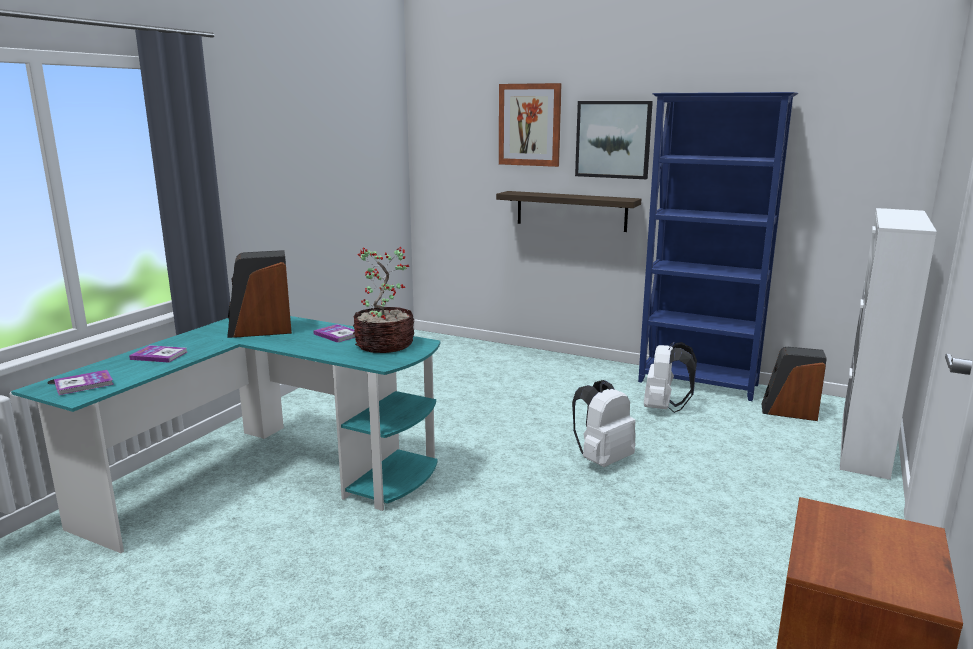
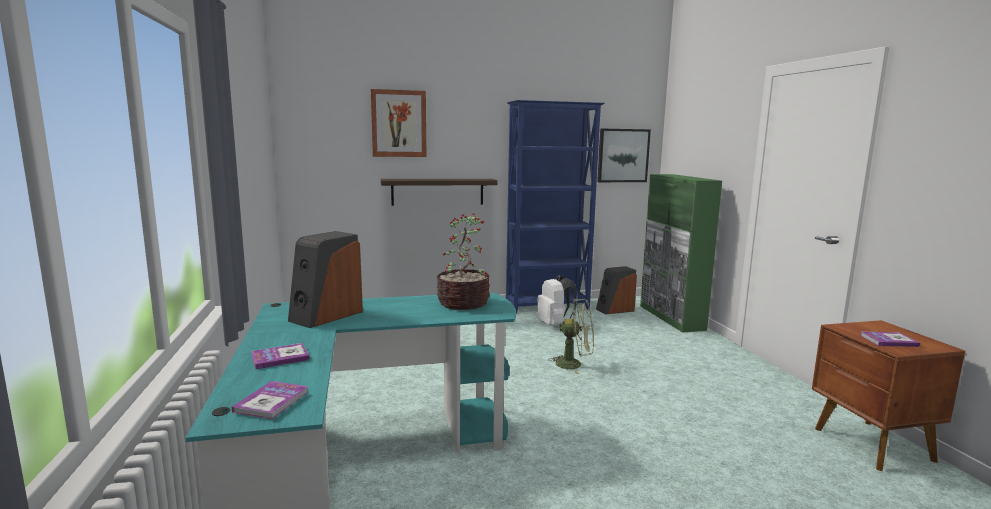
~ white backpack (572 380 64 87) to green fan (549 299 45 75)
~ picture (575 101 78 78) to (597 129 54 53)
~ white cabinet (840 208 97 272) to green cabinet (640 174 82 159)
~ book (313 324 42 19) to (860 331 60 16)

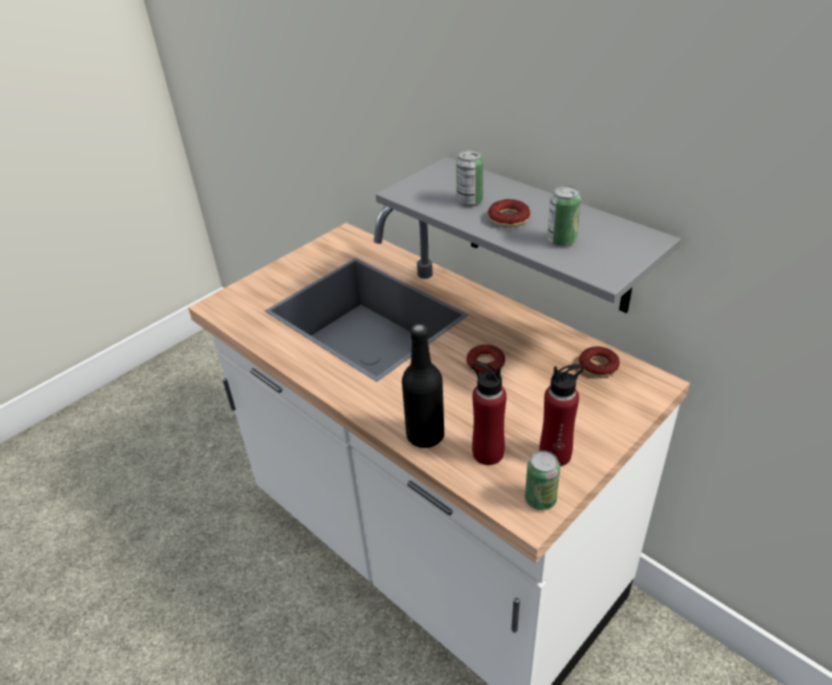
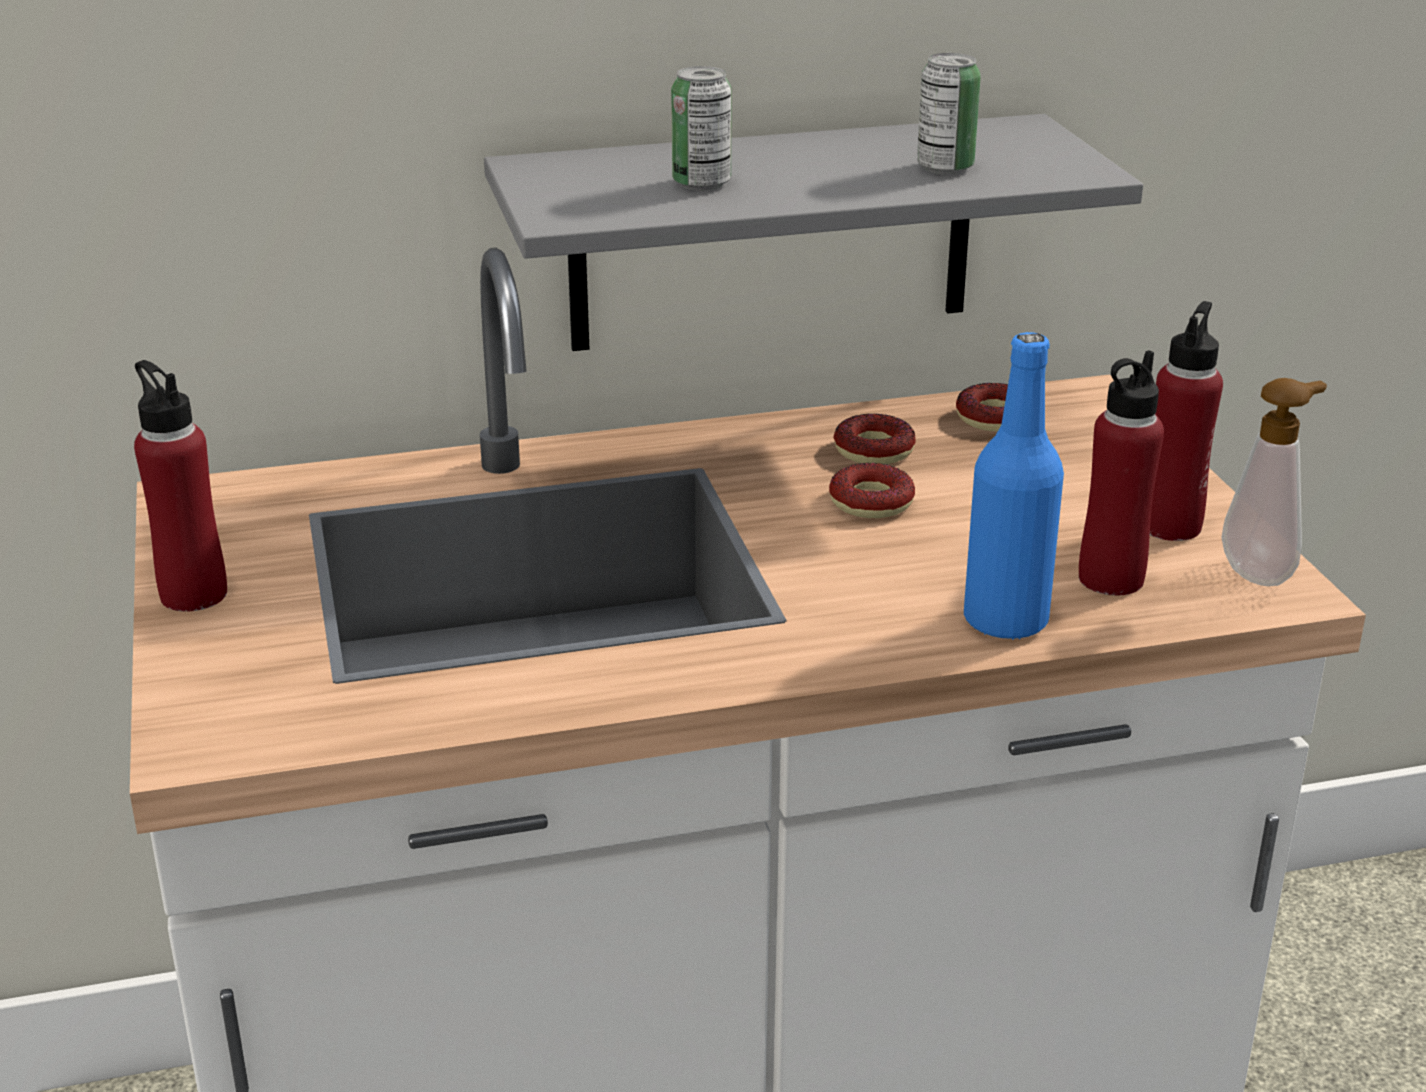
+ red bottle (134 360 93 252)
~ donut (488 199 42 29) to (833 414 83 51)
~ black bottle (402 324 42 124) to blue bottle (964 332 100 308)
~ can (525 451 35 59) to soap dispenser (1221 378 106 208)

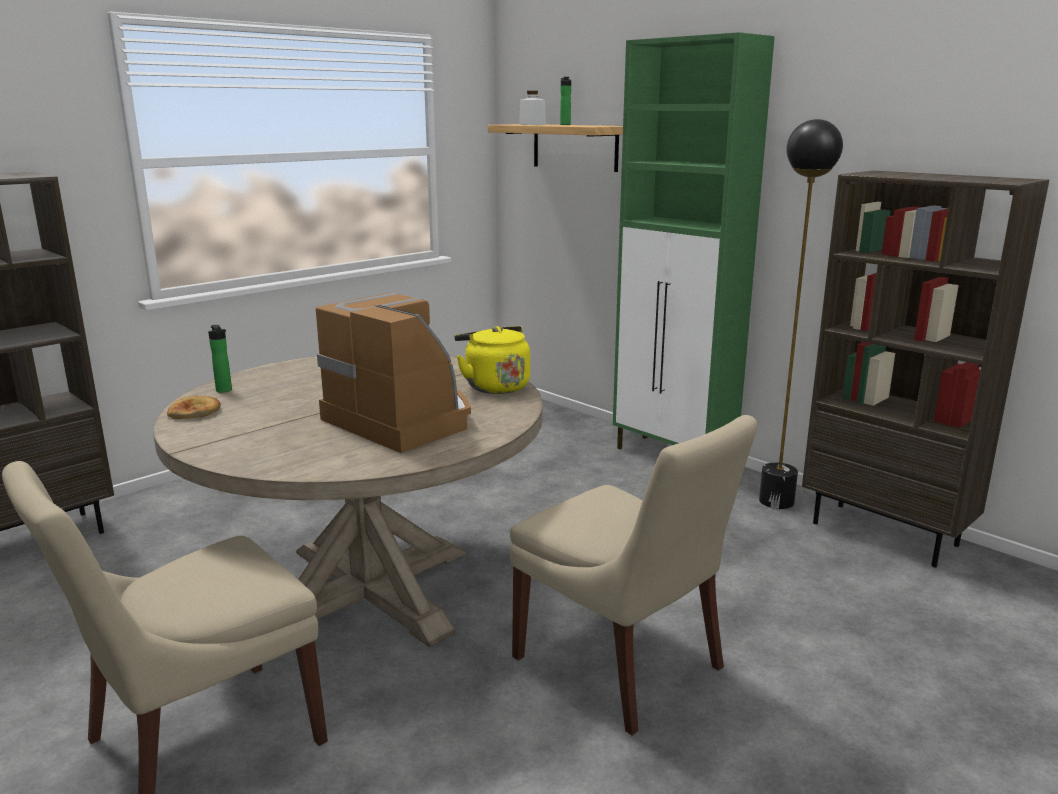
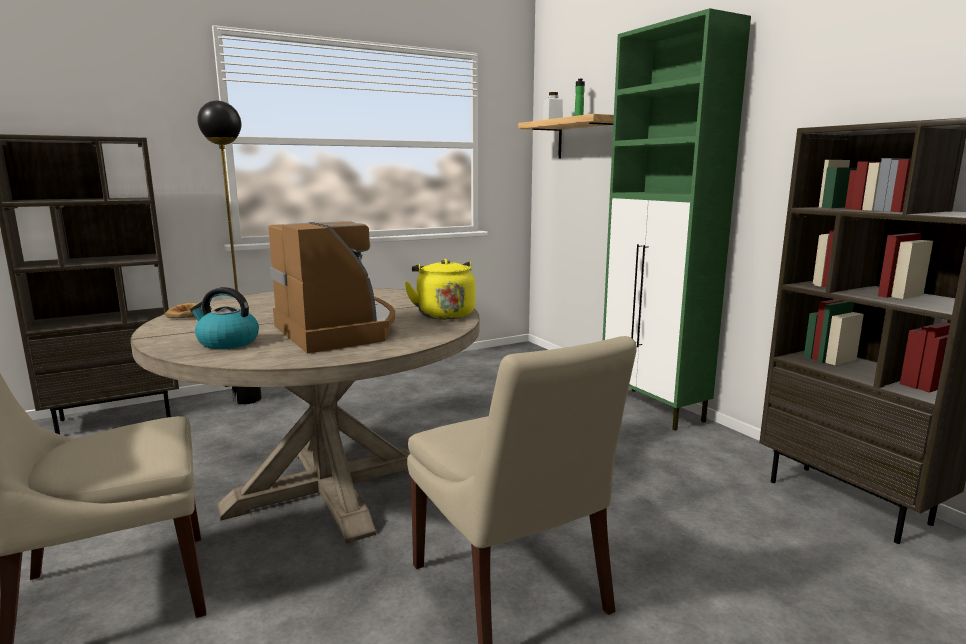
+ kettle (190 287 69 62)
~ black floor lamp (759 119 84 390) to (197 101 65 304)
- bottle (208 325 24 68)

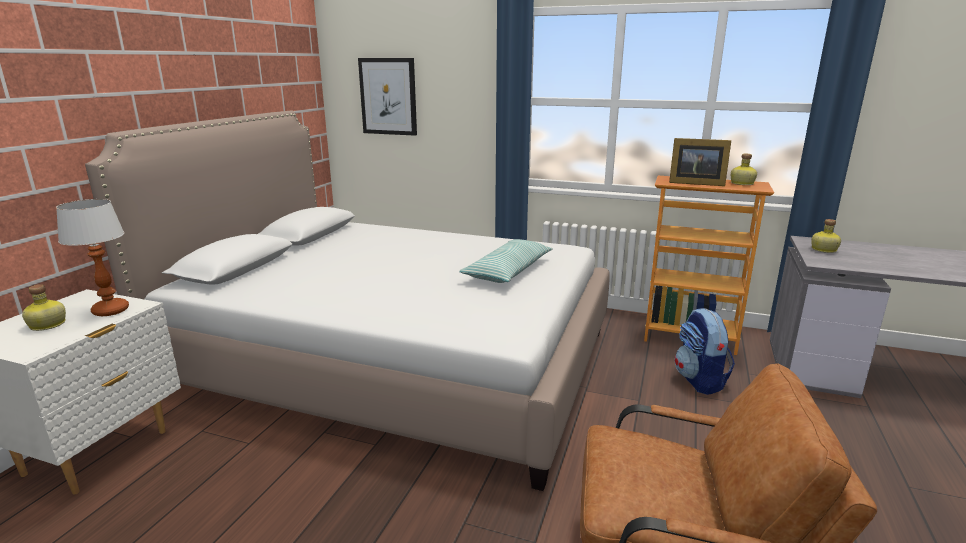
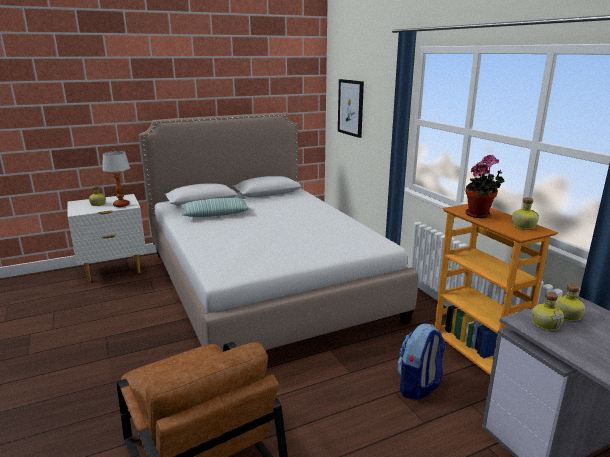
~ pillow (459 239 94 44) to (181 198 69 19)
~ picture frame (669 138 62 48) to potted plant (465 155 40 63)
+ bottle (532 292 32 39)

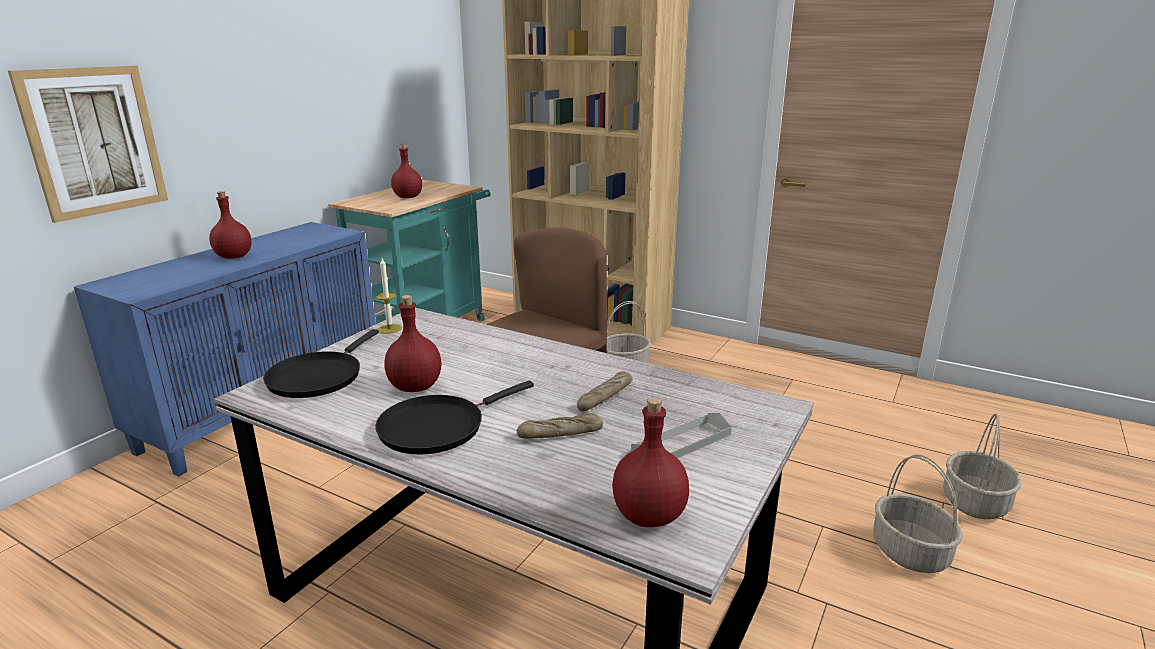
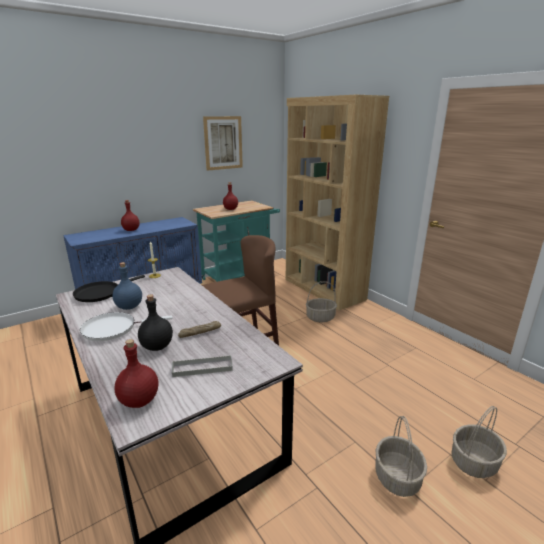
~ black frying pan (375 381 159 74) to white frying pan (80 312 93 29)
~ red bottle (384 295 58 97) to blue bottle (112 262 30 48)
~ bread (517 413 86 26) to black bottle (138 295 35 56)
~ picture (8 66 160 157) to (203 116 40 55)

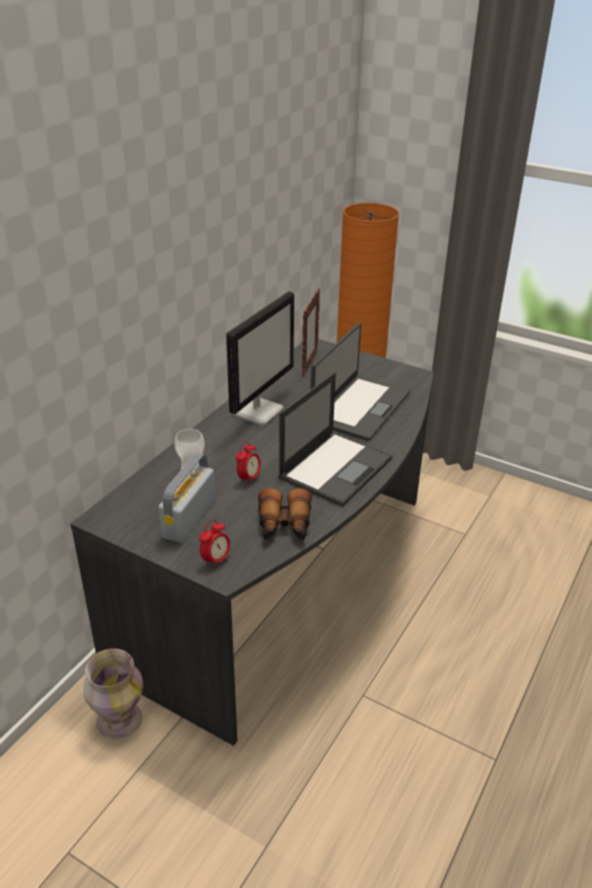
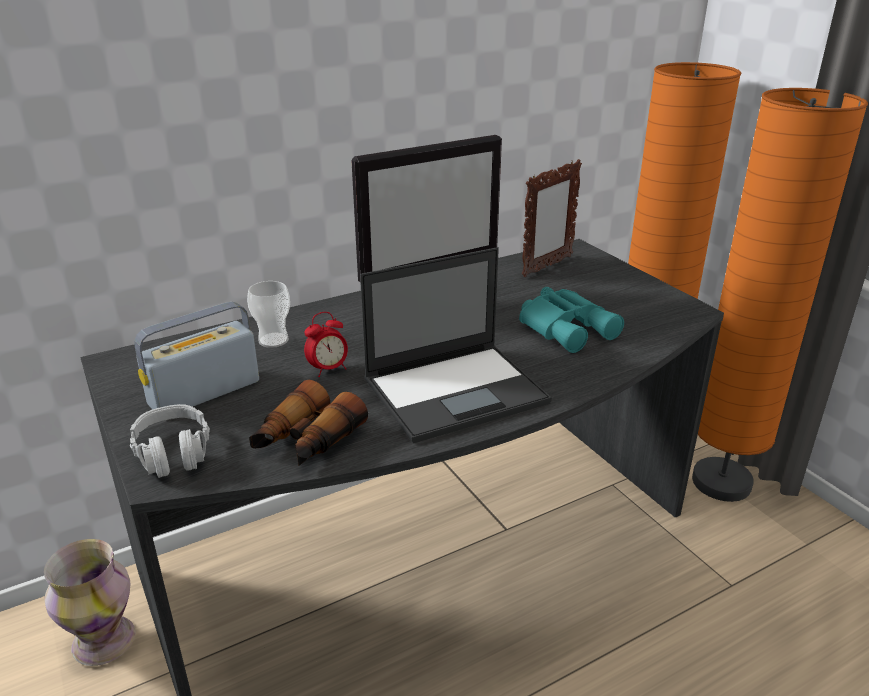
~ alarm clock (199 520 31 49) to grey headphones (130 404 80 74)
~ laptop (311 323 99 118) to turquoise binoculars (519 287 105 66)
+ orange floor lamp (692 88 176 414)

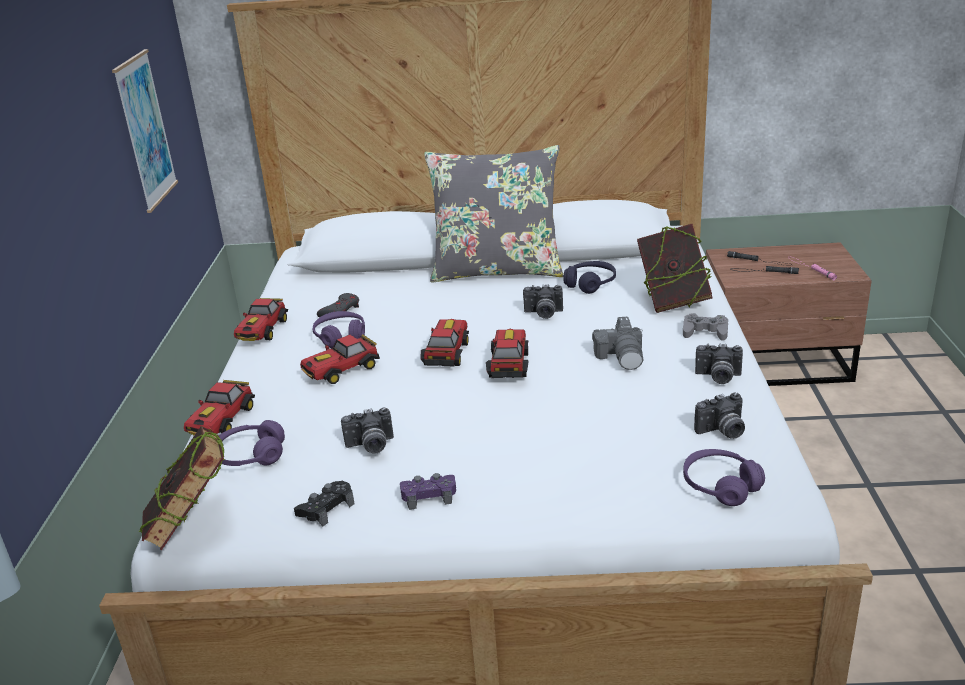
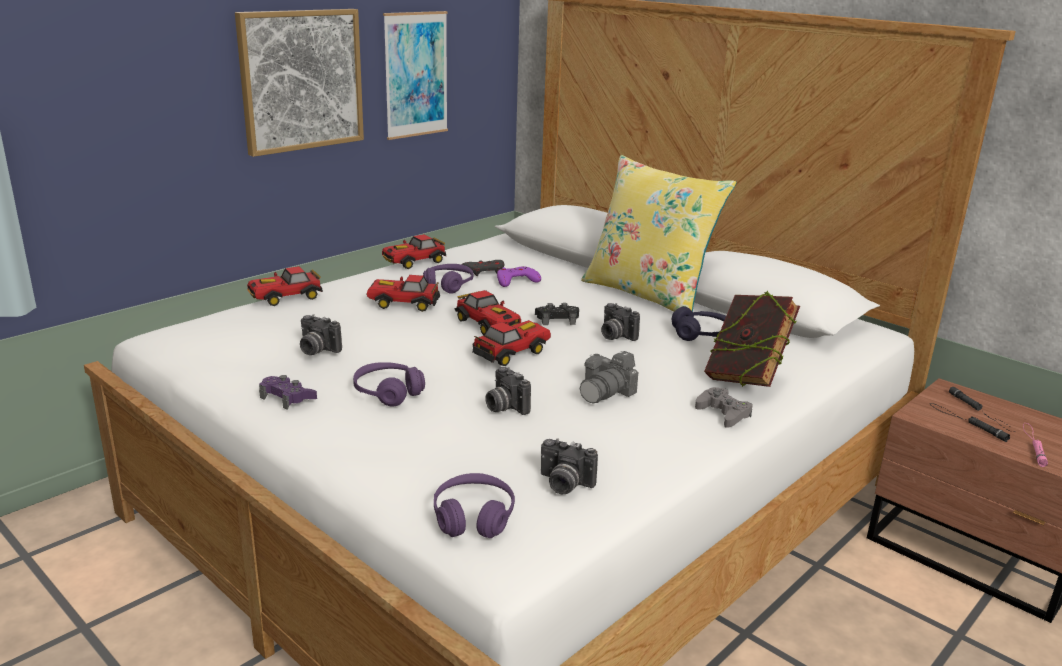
+ picture (235 9 129 148)
~ purple headphones (219 420 66 46) to (353 362 72 45)
~ toy car (420 319 49 47) = (454 290 67 45) 90 degrees clockwise
~ photo camera (695 344 48 40) to (485 367 46 48)
+ purple game controller (497 266 44 21)
~ black game controller (294 481 60 45) to (535 303 44 22)
~ grey pillow (424 145 140 137) to yellow pillow (581 155 156 157)
- book (139 426 86 124)

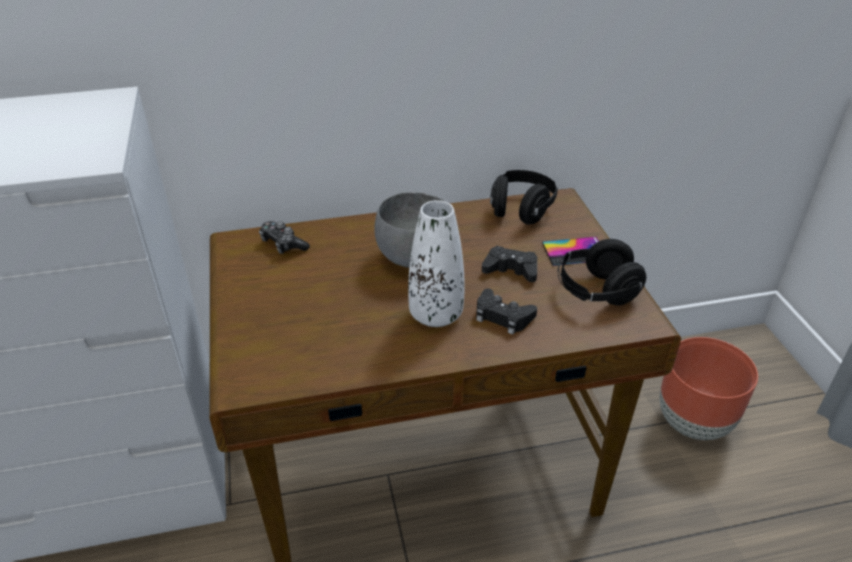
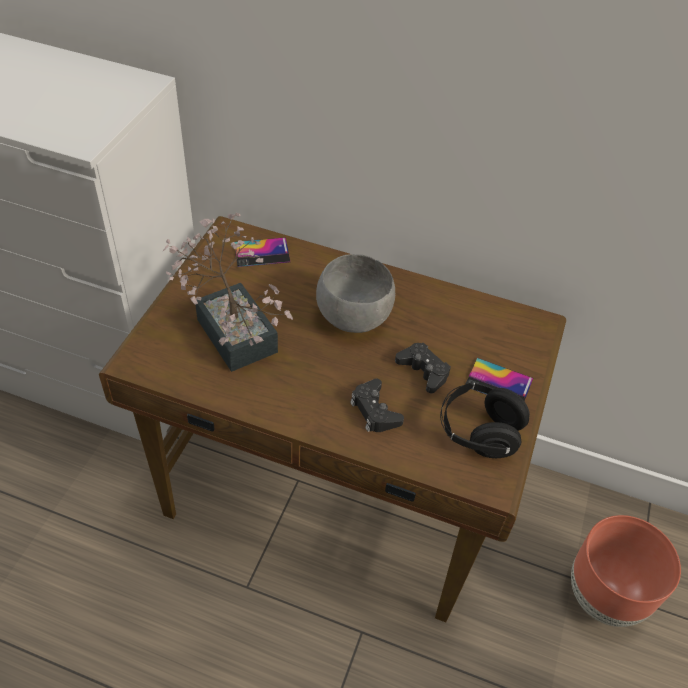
+ potted plant (162 213 131 159)
~ game controller (259 221 51 33) to phone (234 237 56 30)
- white vase (408 200 57 127)
- black headphones (490 170 68 55)

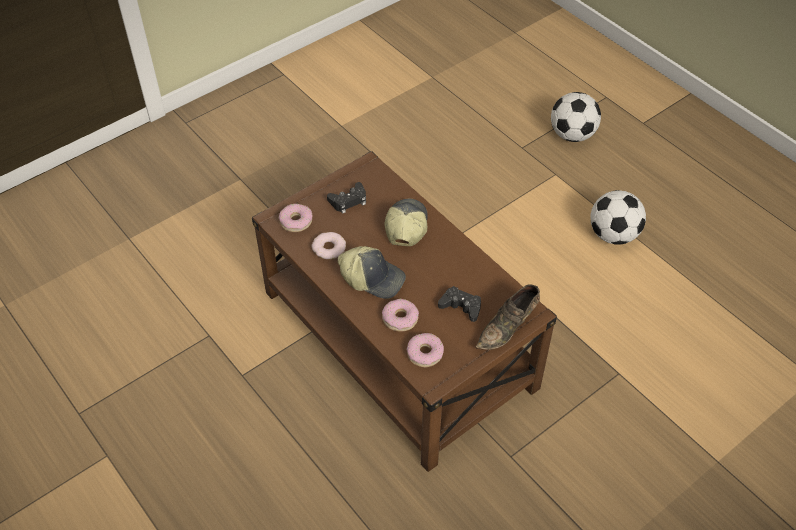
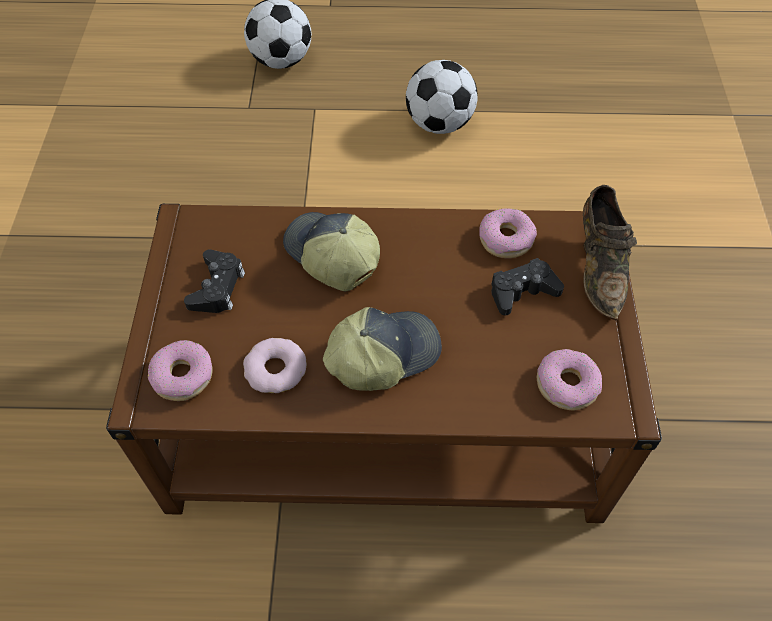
~ donut (382 299 37 33) to (479 208 58 50)

